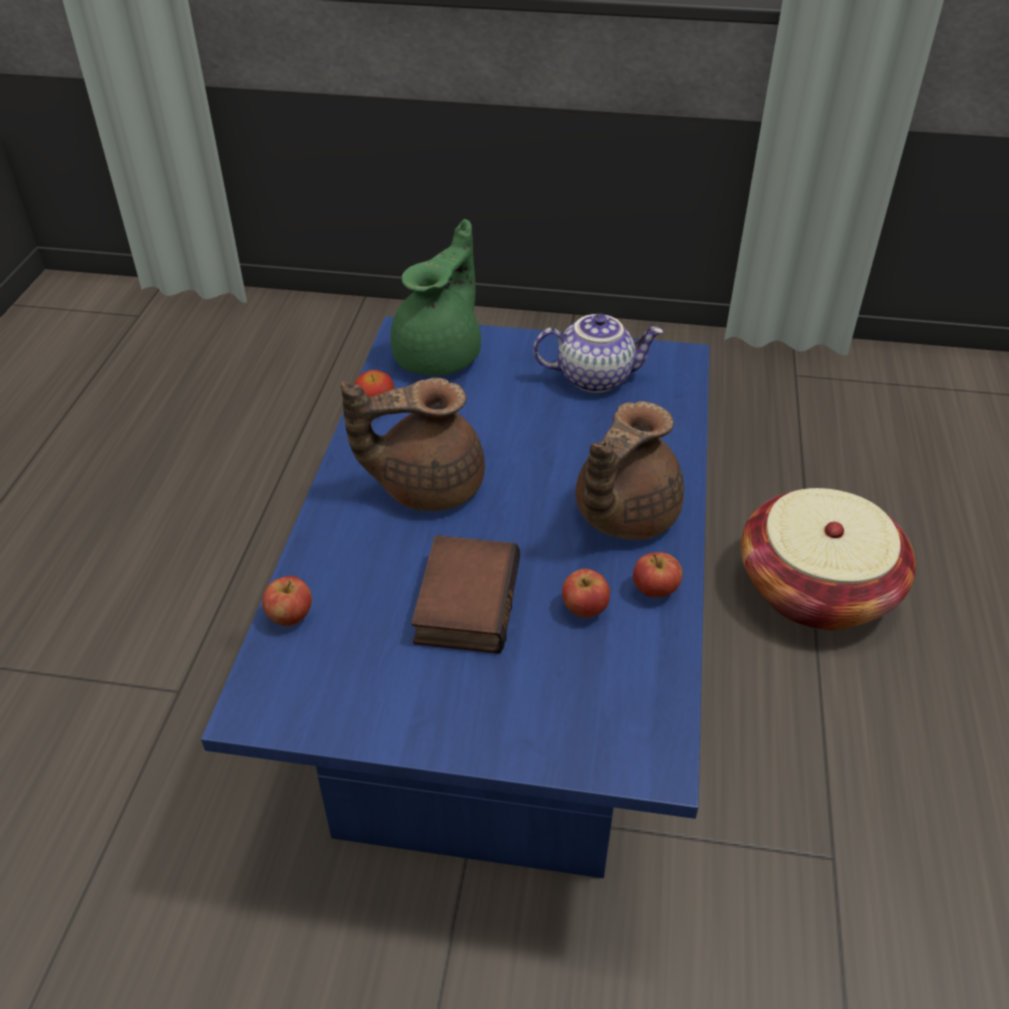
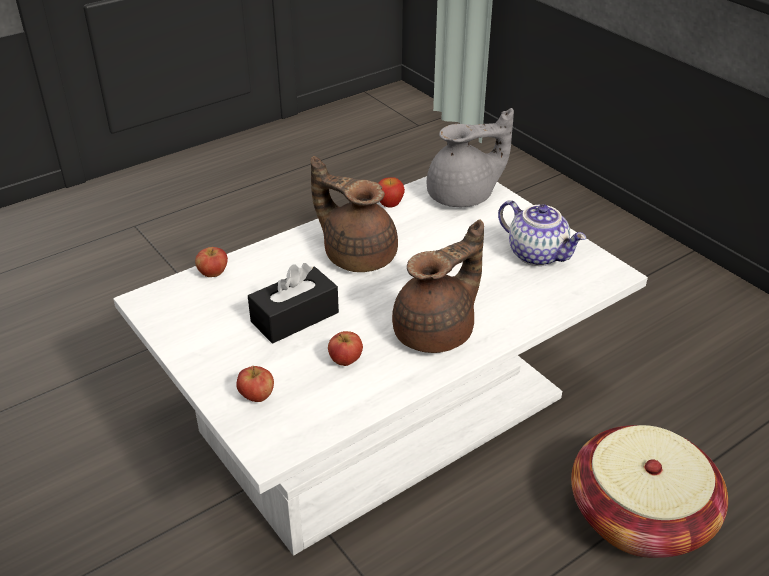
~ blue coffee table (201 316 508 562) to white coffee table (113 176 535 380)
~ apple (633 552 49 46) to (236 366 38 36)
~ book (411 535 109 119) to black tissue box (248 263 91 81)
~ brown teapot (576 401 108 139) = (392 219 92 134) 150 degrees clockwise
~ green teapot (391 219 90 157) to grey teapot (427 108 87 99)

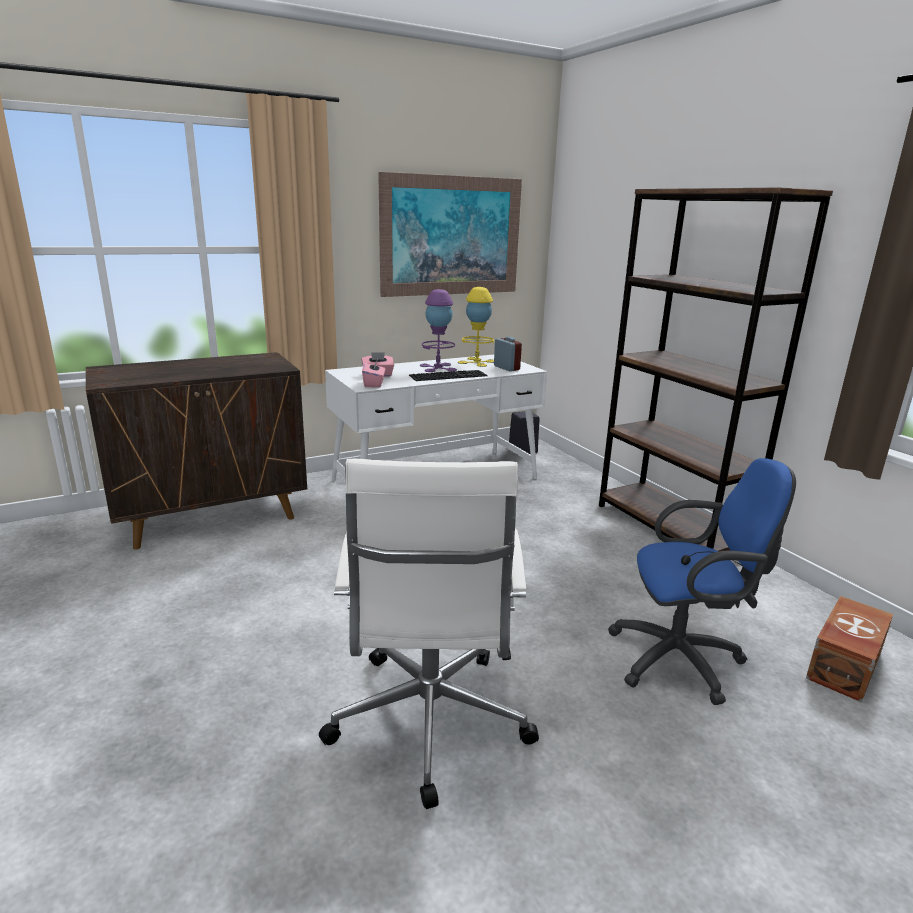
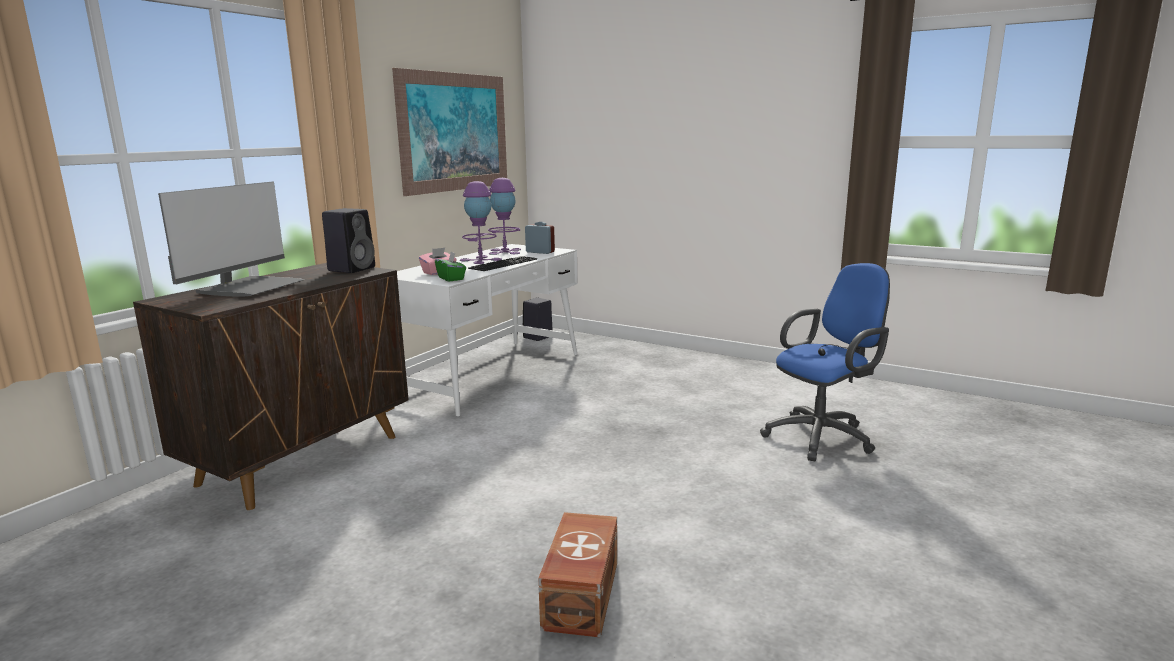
+ monitor (158 182 146 114)
+ black speaker (322 208 53 65)
~ pink tissue box (362 359 24 28) to green tissue box (435 252 31 30)
~ yellow table lamp (458 287 36 80) to purple table lamp (488 178 33 77)
~ brown storage box (806 596 87 106) to (538 512 79 126)
- white office chair (319 459 220 350)
- brown bookcase (599 187 234 364)

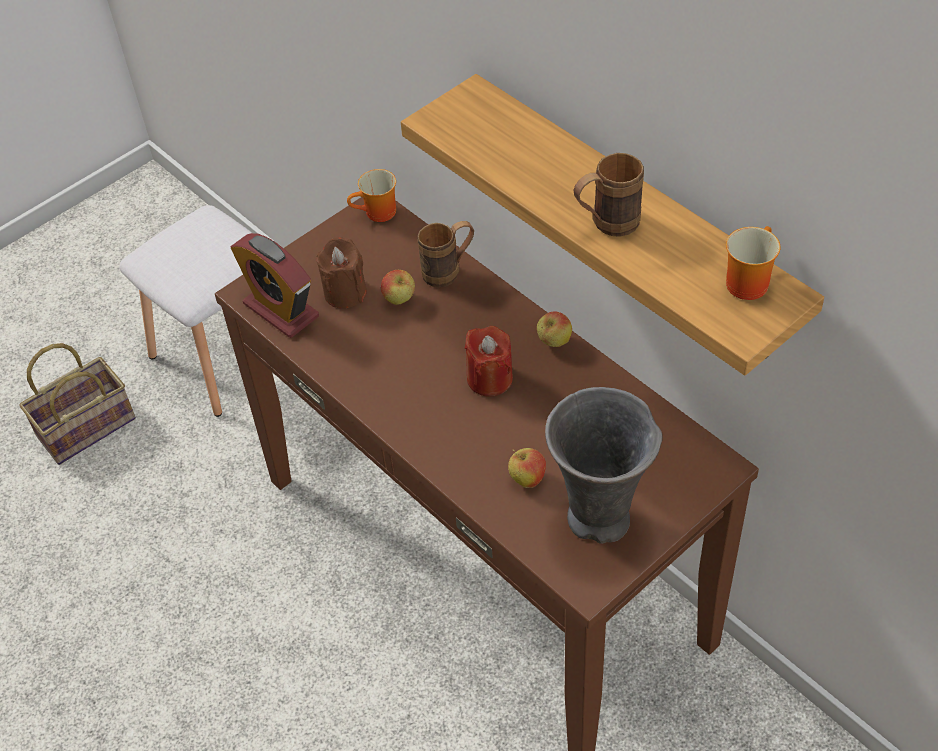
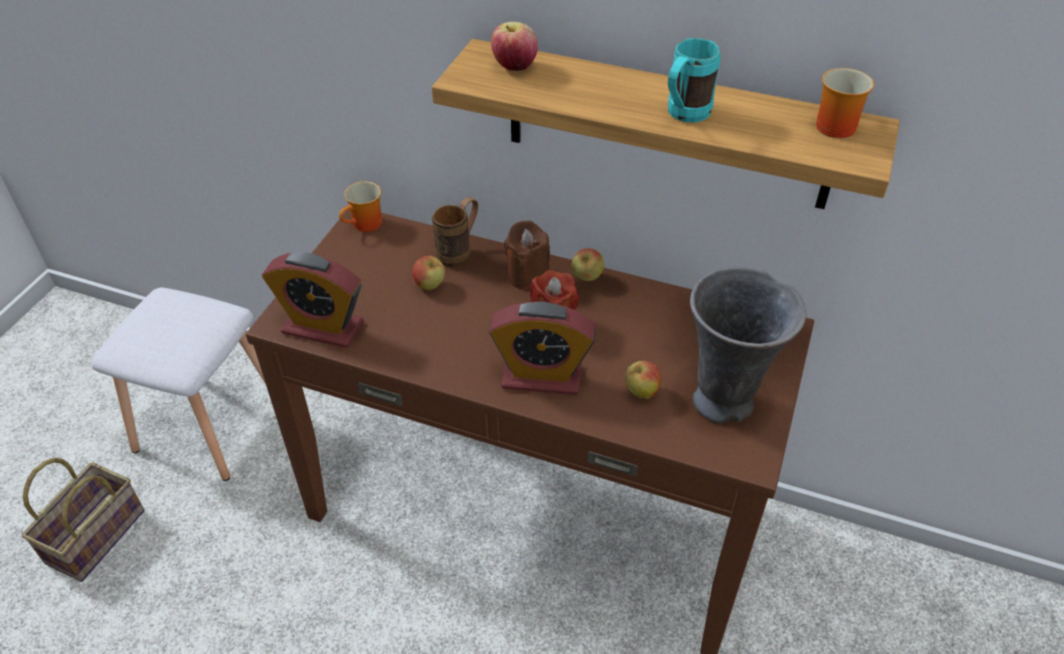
+ alarm clock (489 302 107 93)
+ apple (491 21 47 50)
~ brown candle (316 237 51 71) to (504 221 46 69)
~ brown mug (574 153 70 84) to turquoise mug (668 38 53 85)

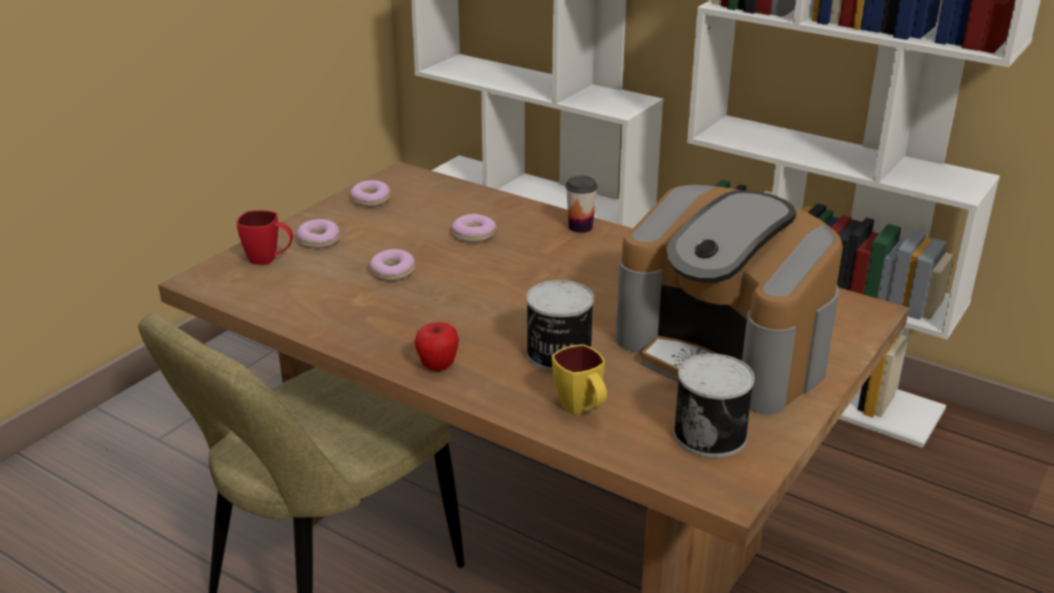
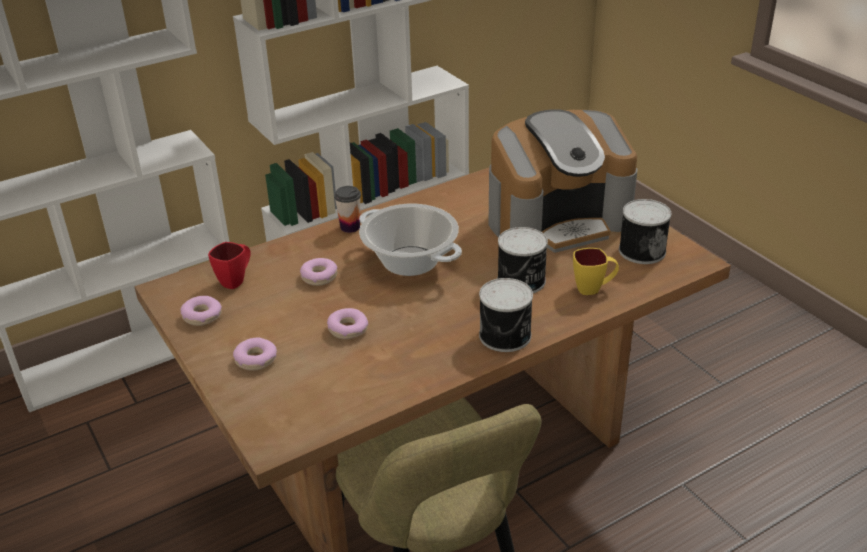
~ red mug (237 210 56 55) to (208 242 43 47)
+ cooking pot (359 204 103 72)
~ apple (414 322 45 49) to can (479 278 54 74)

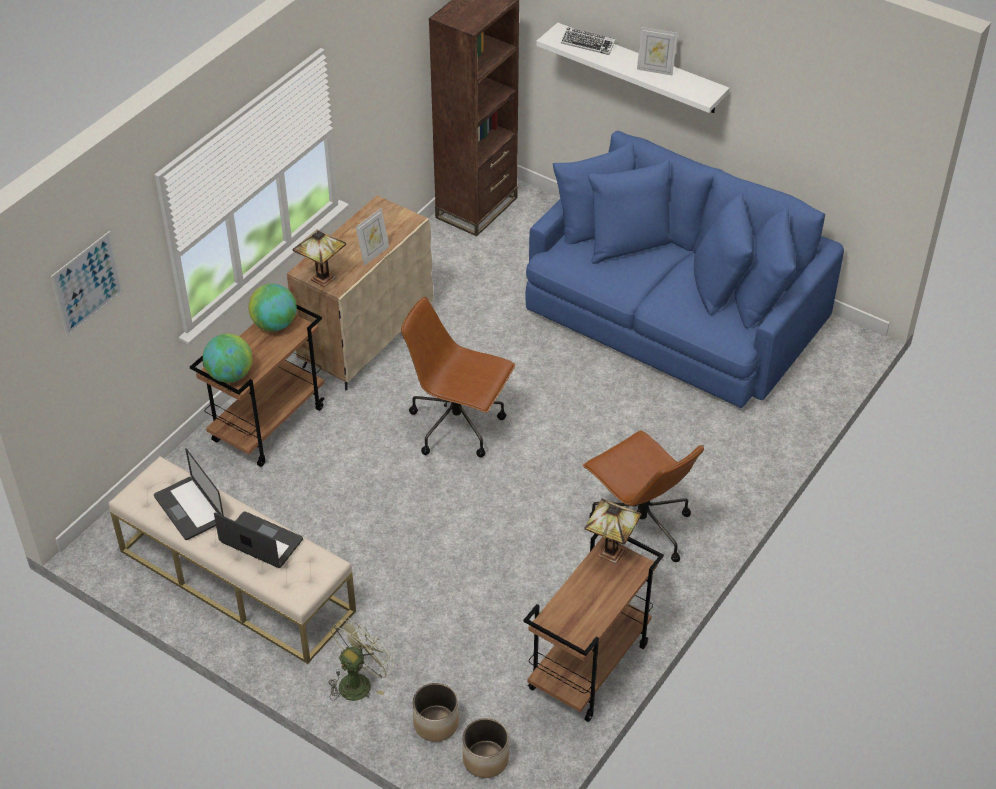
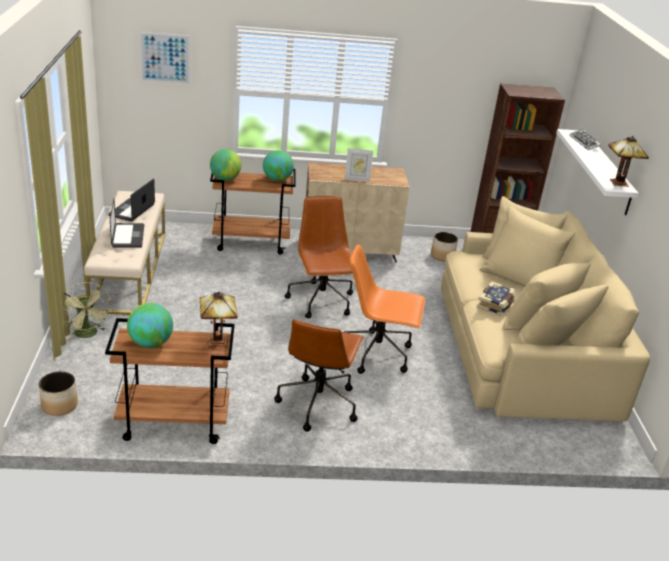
~ green fan (329 617 65 84) = (64 282 48 59) 60 degrees clockwise
+ globe (127 303 46 45)
+ orange office chair (344 244 81 130)
~ planter (413 683 46 59) to (431 232 27 29)
~ blue sofa (525 131 319 277) to beige sofa (441 196 209 225)
+ book (477 281 39 35)
~ table lamp (293 229 53 58) to (608 136 41 51)
- picture frame (637 27 40 48)

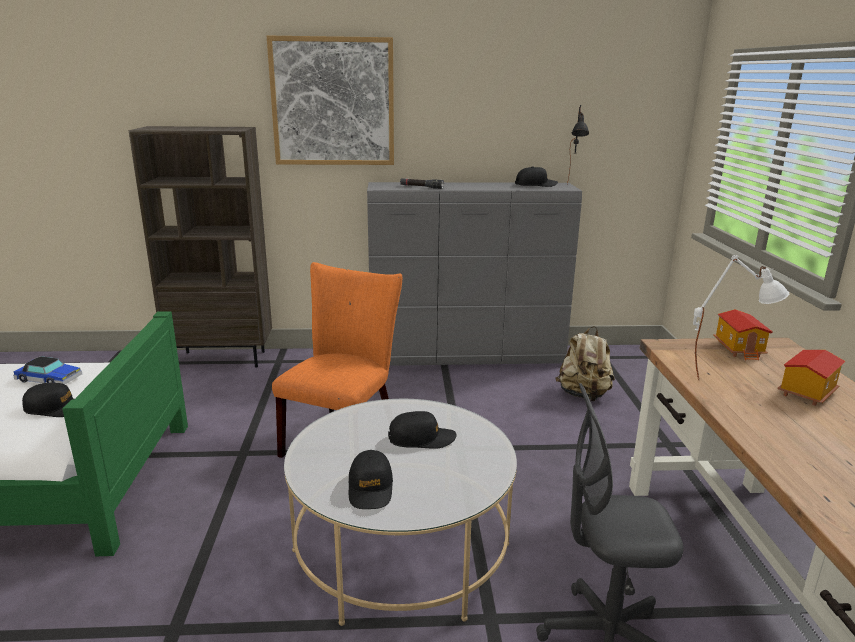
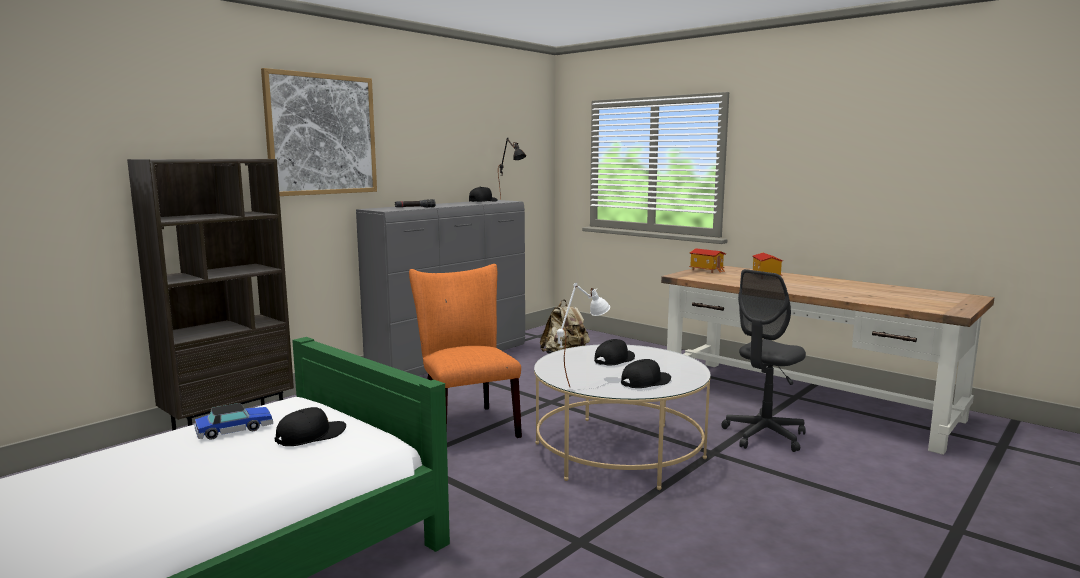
~ white table lamp (693 255 96 122) to (557 283 53 104)
~ black cap (348 450 45 59) = (621 359 50 29) 75 degrees counterclockwise

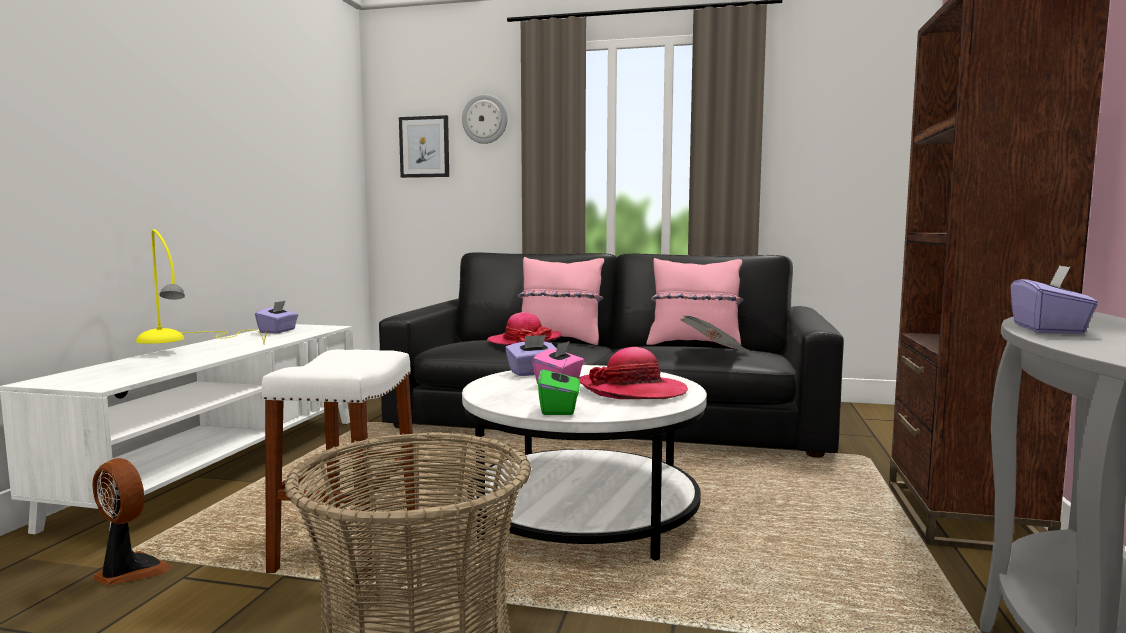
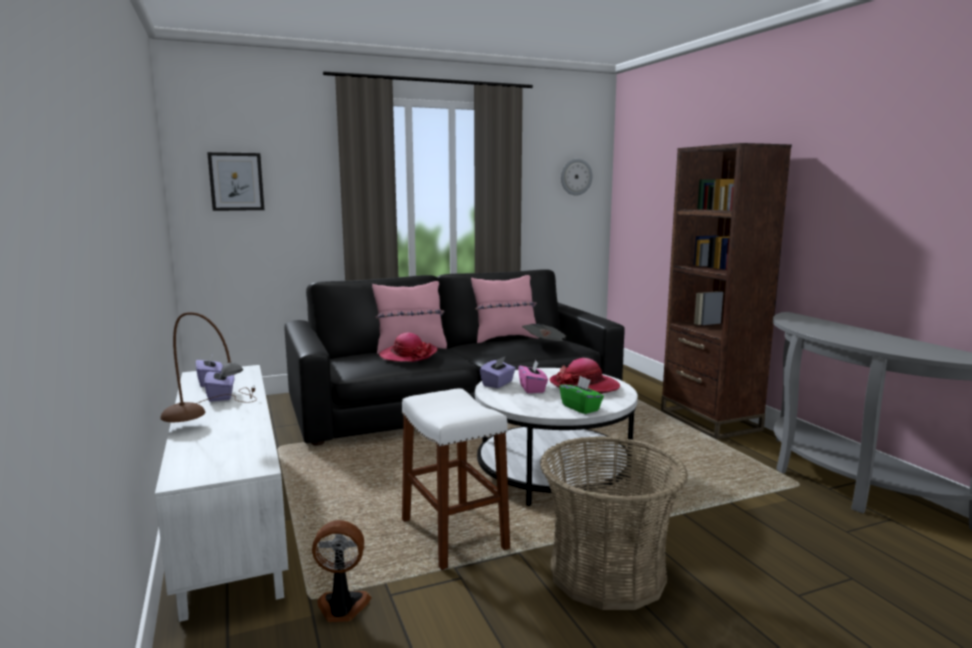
~ yellow table lamp (136 229 131 115) to brown table lamp (160 312 97 110)
~ purple tissue box (1010 265 88 69) to (204 366 31 36)
~ wall clock (462 94 46 50) to (561 158 32 37)

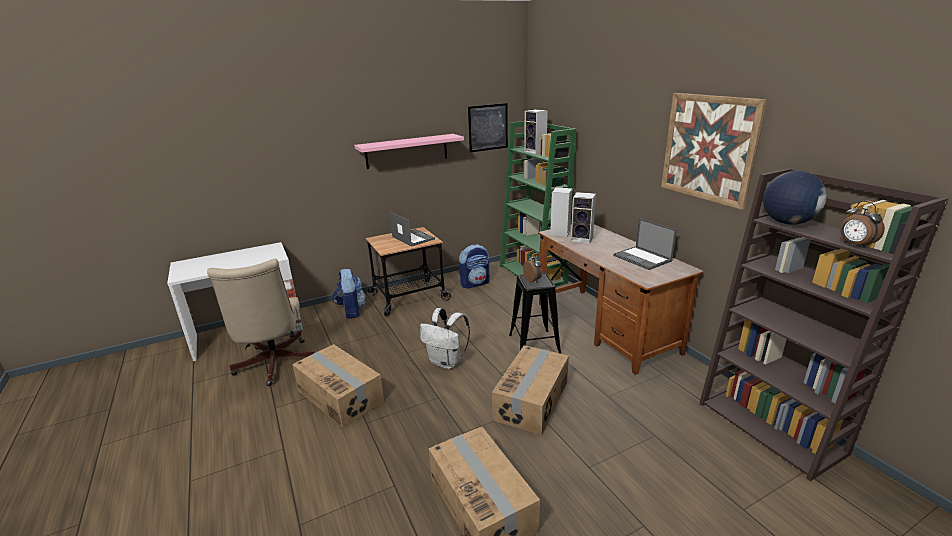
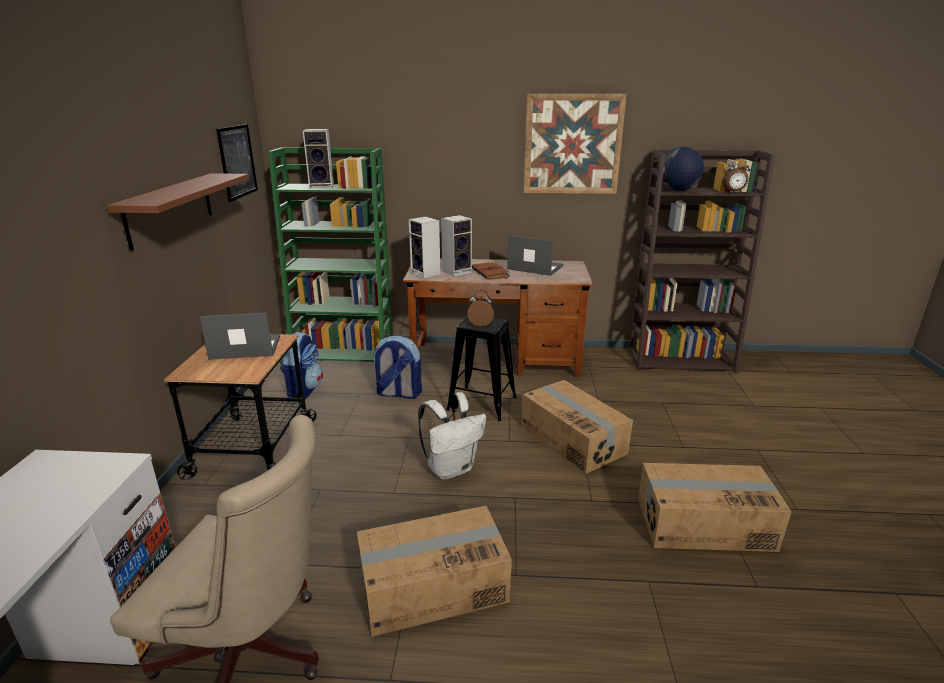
~ pink shelf (354 134 110 35) to brown shelf (106 173 143 78)
~ backpack (332 268 34 51) to (373 336 49 63)
+ brown book (472 262 39 18)
~ laptop (613 218 64 52) = (507 235 56 41) 150 degrees counterclockwise

